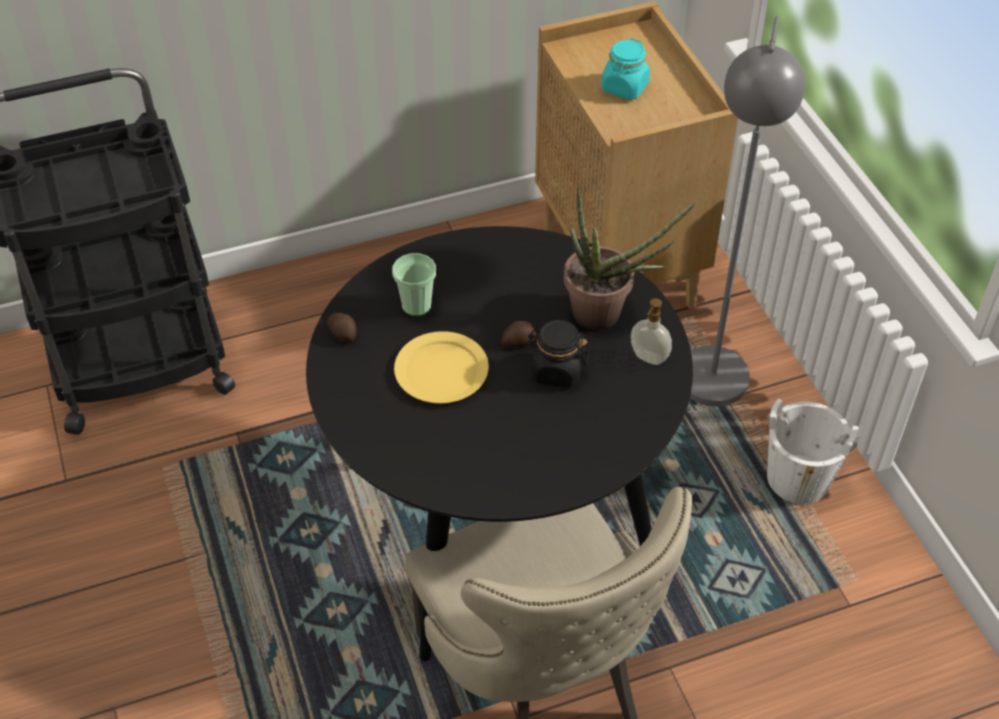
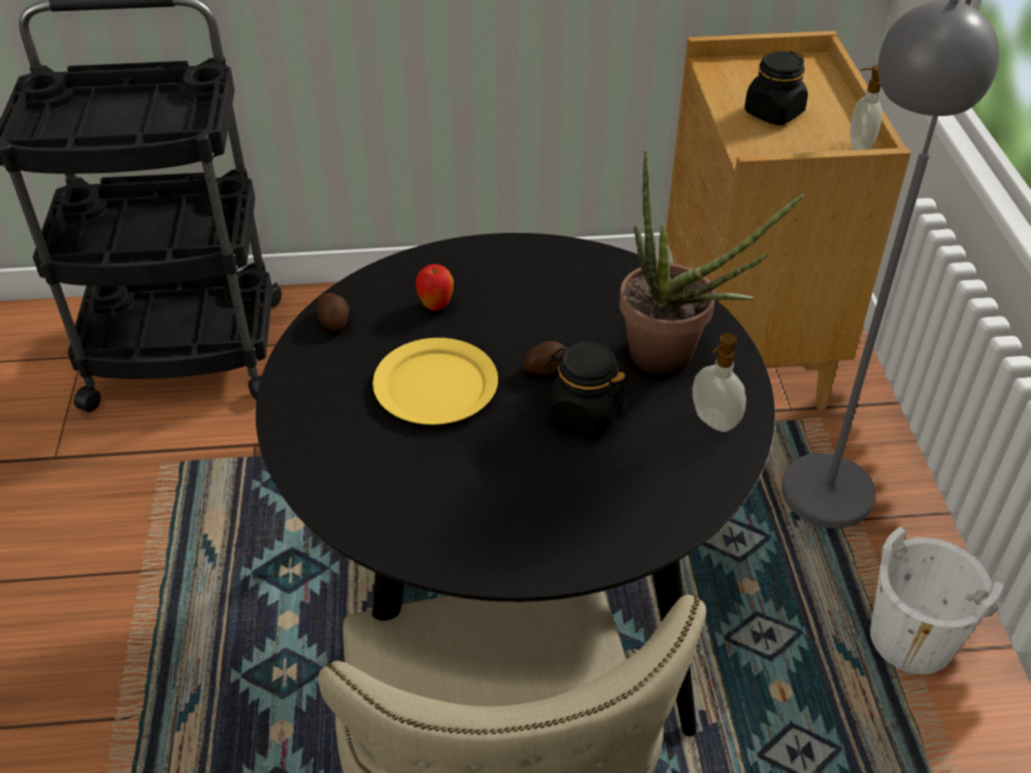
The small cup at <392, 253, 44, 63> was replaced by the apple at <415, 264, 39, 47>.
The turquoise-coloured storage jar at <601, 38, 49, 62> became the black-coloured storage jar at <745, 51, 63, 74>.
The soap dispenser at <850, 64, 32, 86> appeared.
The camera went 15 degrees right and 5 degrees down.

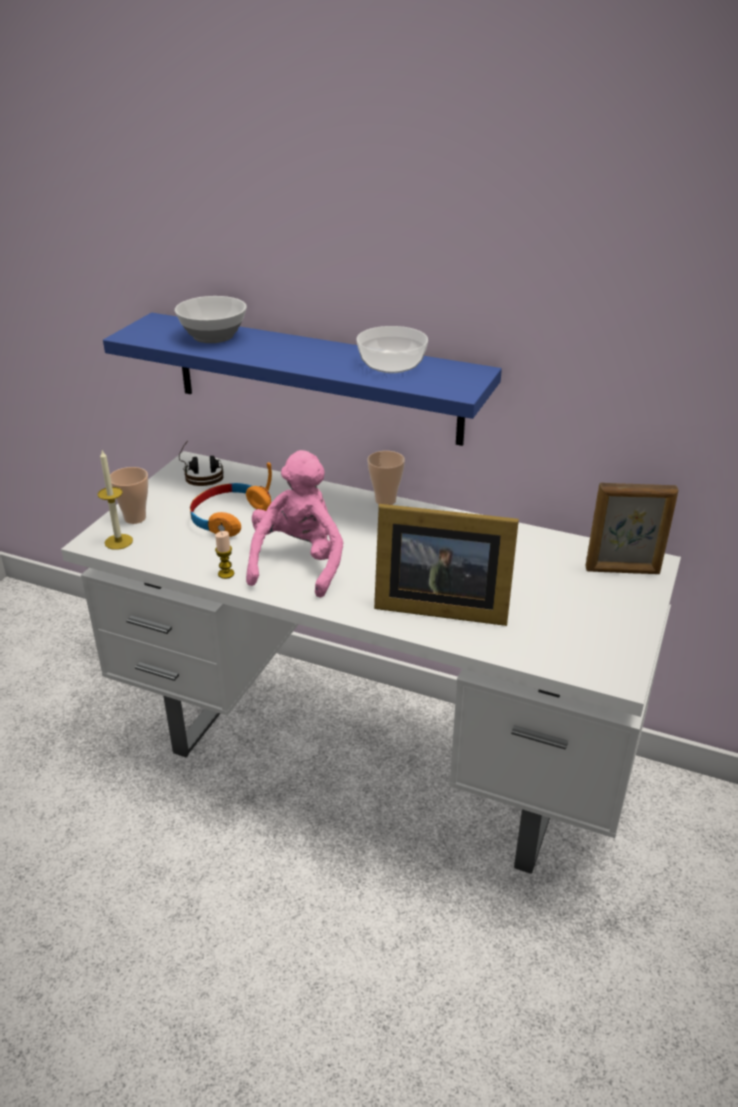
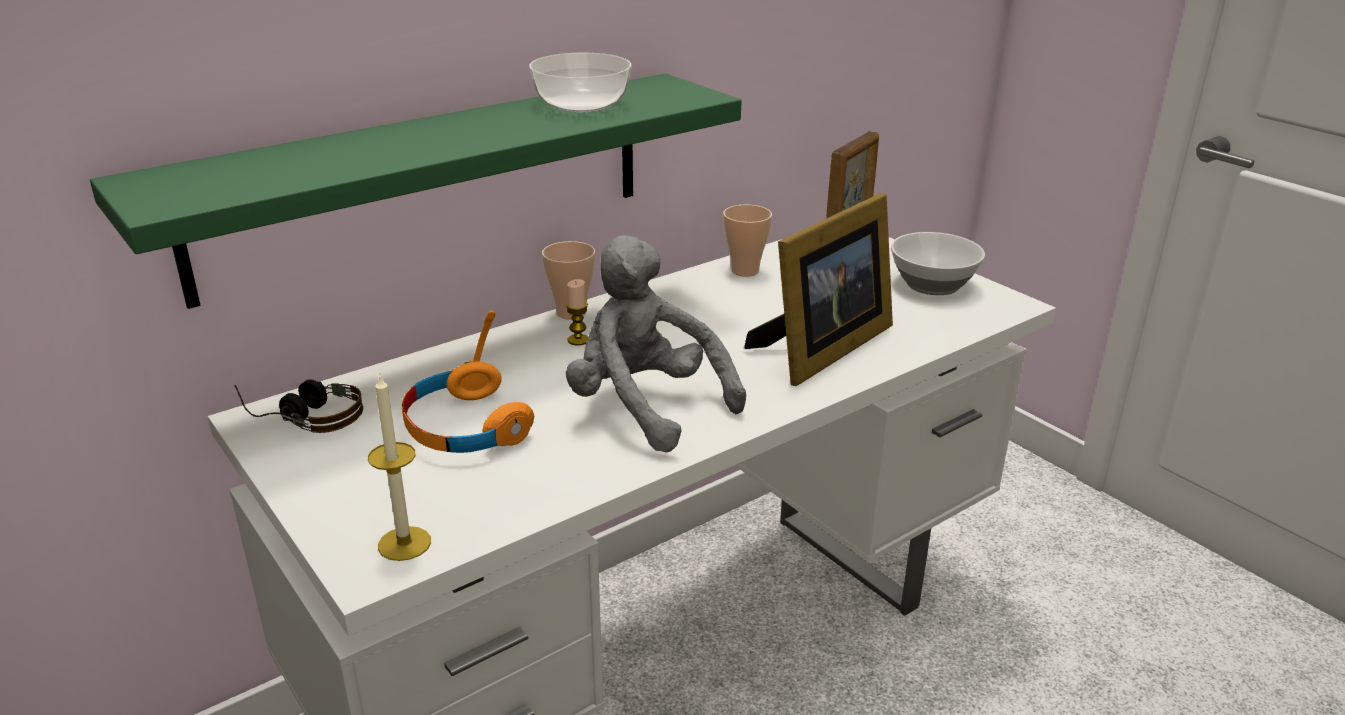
The blue shelf at <103, 313, 399, 133> became the green shelf at <90, 73, 652, 236>.
The small cup moved from <110, 467, 38, 57> to <723, 205, 49, 72>.
The deep dish moved from <175, 296, 72, 47> to <891, 232, 94, 63>.
The wax light moved from <215, 531, 19, 48> to <566, 279, 22, 67>.
The pinkish soft toy at <246, 450, 97, 148> became the grey soft toy at <566, 235, 180, 218>.
The camera went 60 degrees left and 5 degrees down.

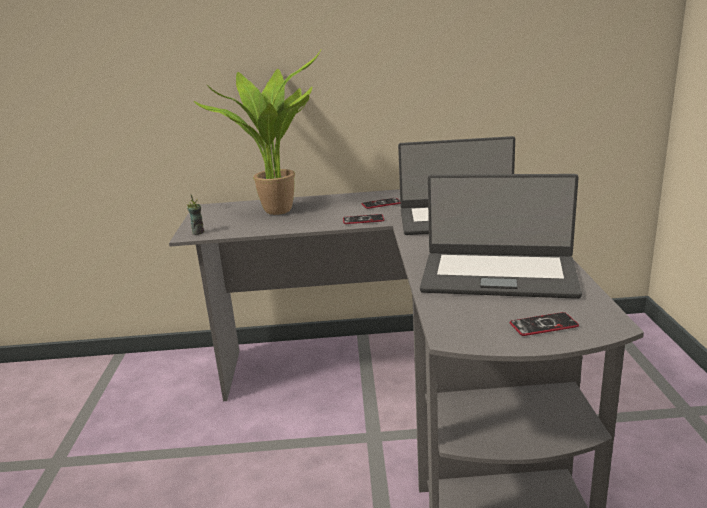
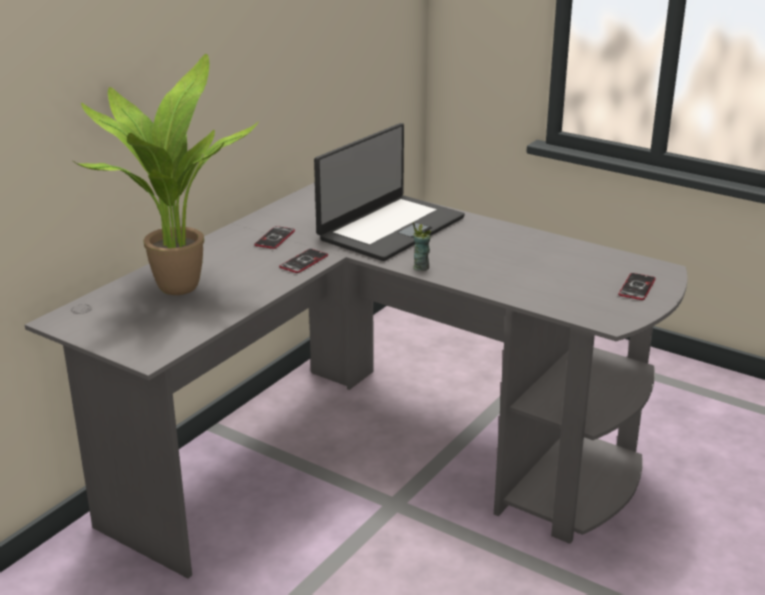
The small cup moved from <187, 195, 17, 40> to <413, 222, 18, 49>.
The laptop at <420, 174, 162, 125> disappeared.
The camera went 55 degrees left and 5 degrees up.

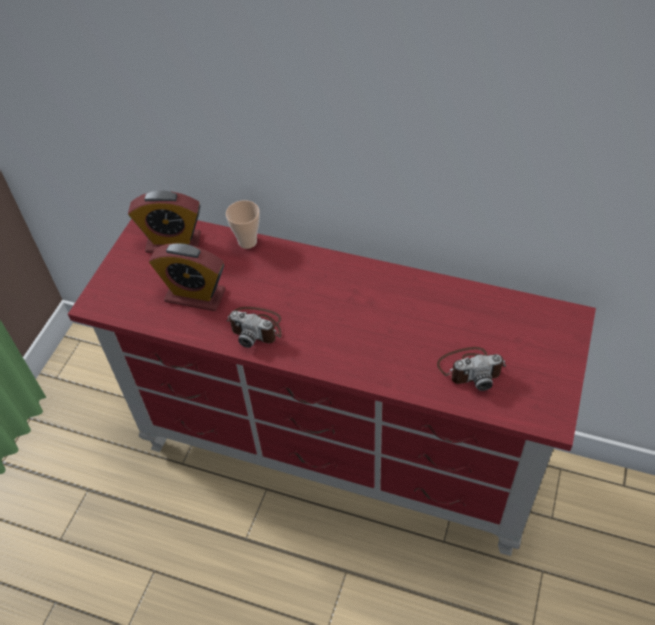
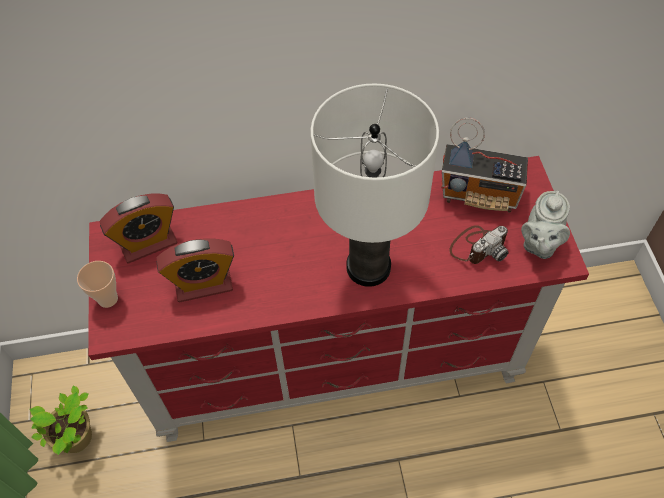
The small cup moved from <226, 200, 34, 49> to <77, 261, 41, 47>.
The still camera at <226, 307, 55, 41> disappeared.
The potted plant at <29, 386, 63, 69> appeared.
The white table lamp at <311, 84, 128, 203> appeared.
The radio receiver at <441, 118, 87, 94> appeared.
The grey pot for tea at <521, 191, 49, 68> appeared.
The camera went 30 degrees left and 5 degrees up.

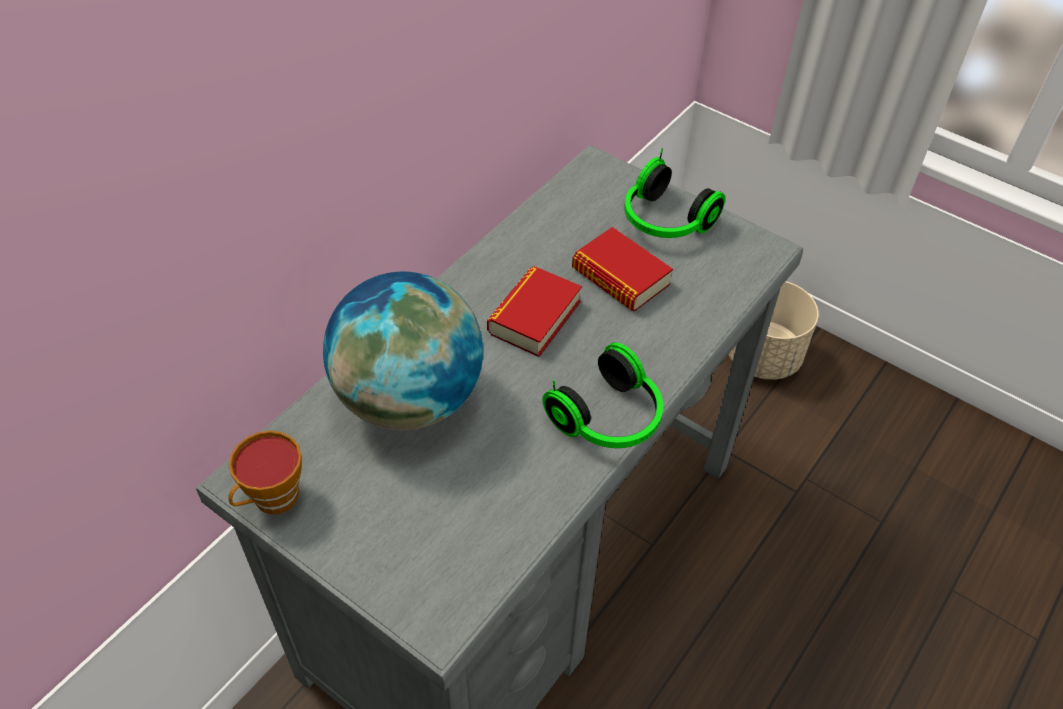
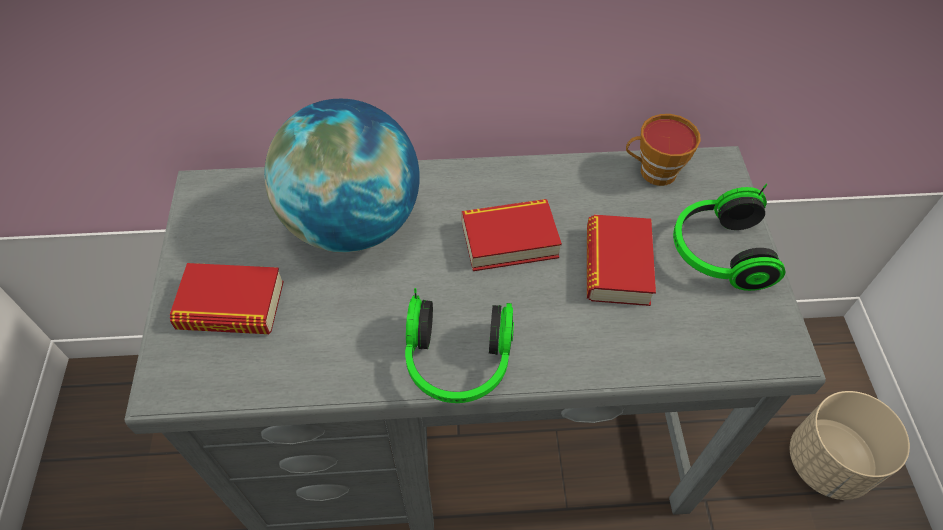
The small cup moved from <228, 430, 74, 84> to <626, 114, 75, 72>.
The volume at <170, 263, 114, 71> appeared.
The camera went 50 degrees right and 5 degrees up.

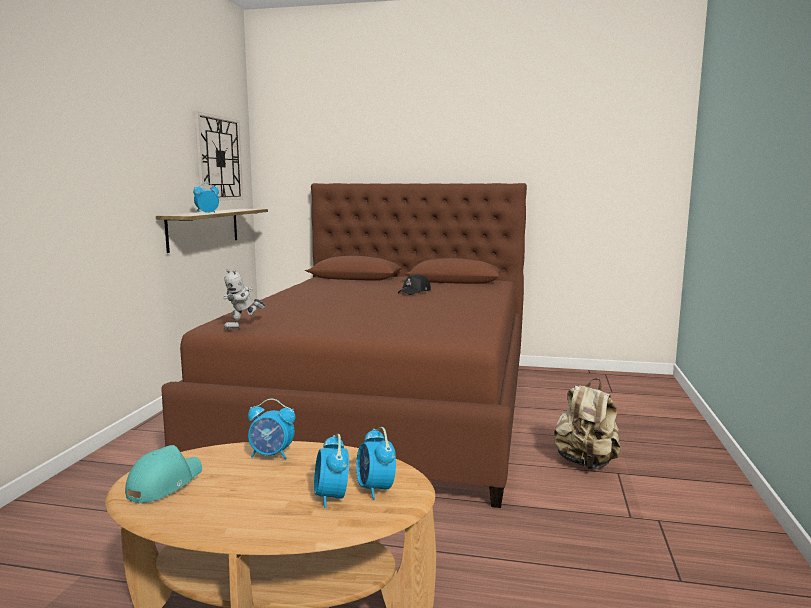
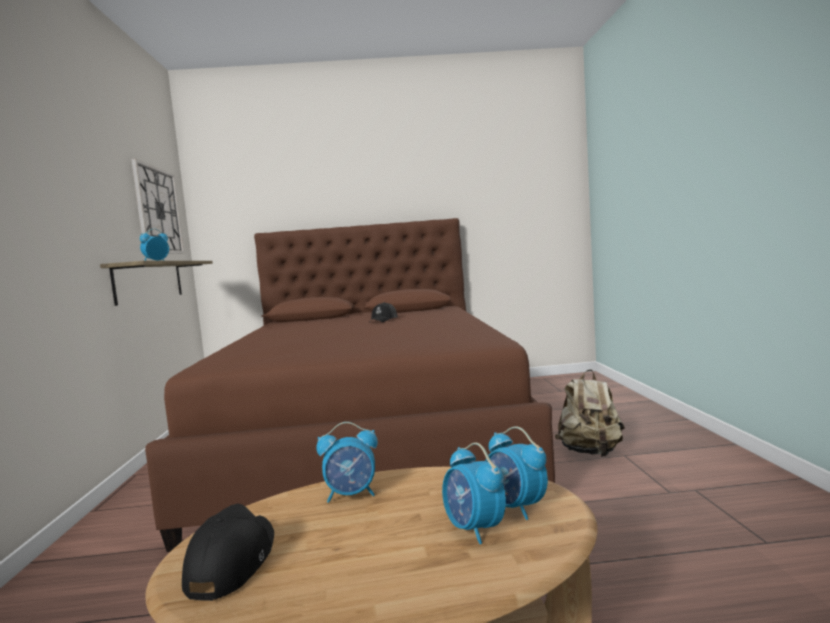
The turquoise-coloured cap at <125, 445, 77, 58> became the black-coloured cap at <182, 503, 92, 98>.
The robot figure at <223, 269, 43, 60> disappeared.
The camera went 15 degrees left and 5 degrees down.

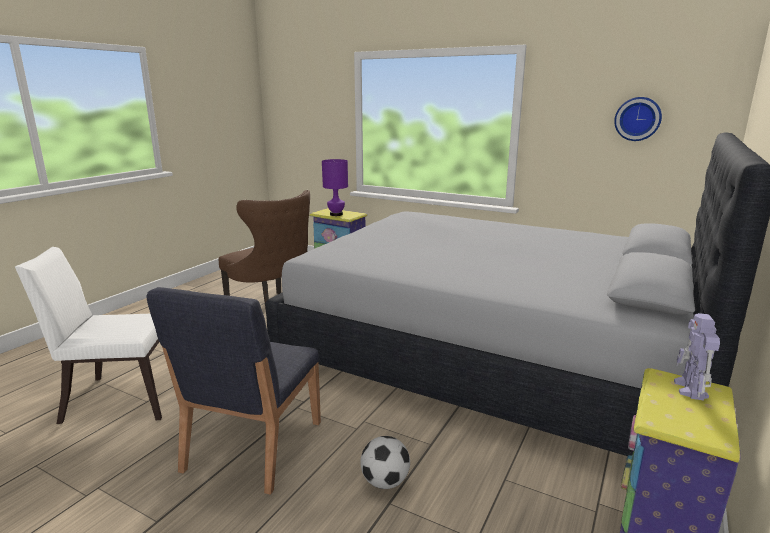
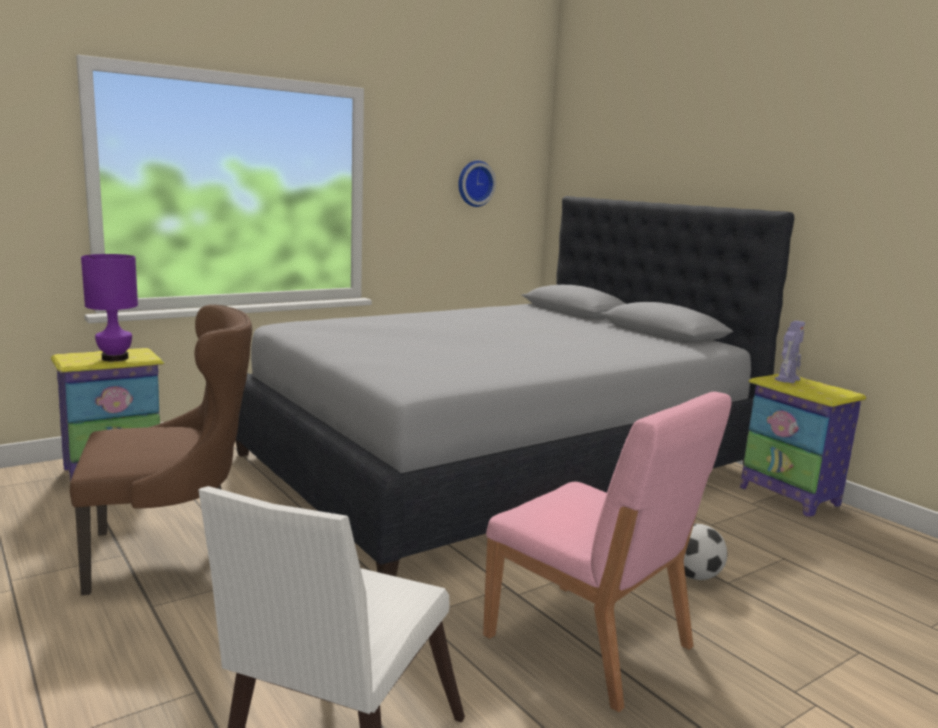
The blue plain chair at <147, 287, 174, 208> became the pinkish plain chair at <483, 392, 248, 320>.
The robot figure at <674, 313, 46, 88> turned 90 degrees counterclockwise.
The camera went 65 degrees left and 5 degrees down.

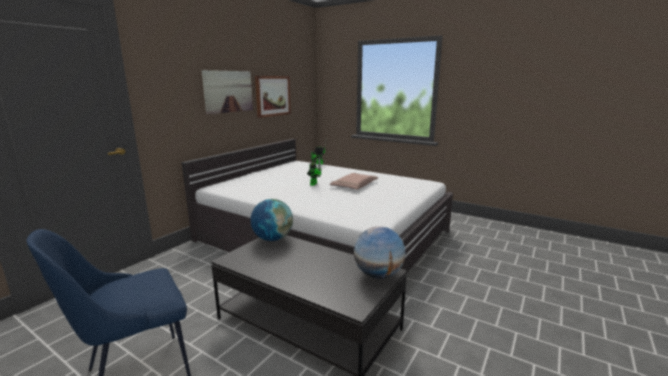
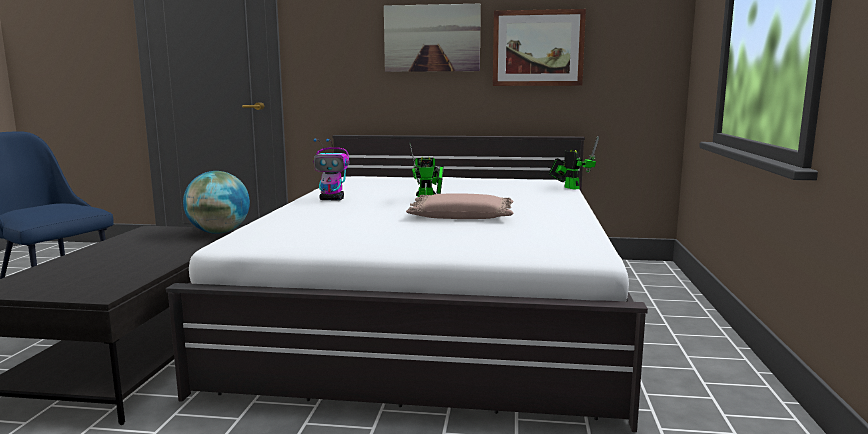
The globe at <354, 226, 52, 53> disappeared.
The robot figure at <313, 139, 37, 62> appeared.
The camera went 65 degrees right and 5 degrees down.

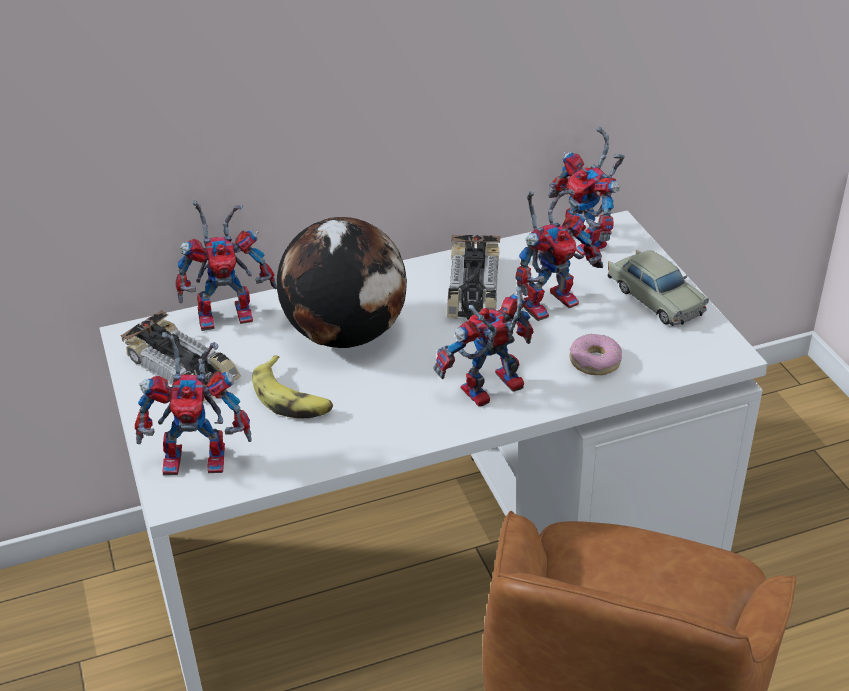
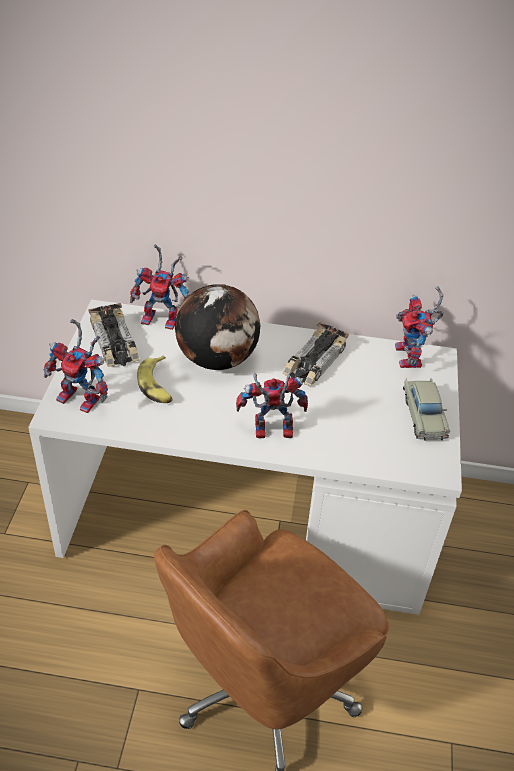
The robot figure at <515, 189, 88, 132> disappeared.
The ring doughnut at <569, 334, 53, 41> disappeared.
The camera went 25 degrees right and 5 degrees up.

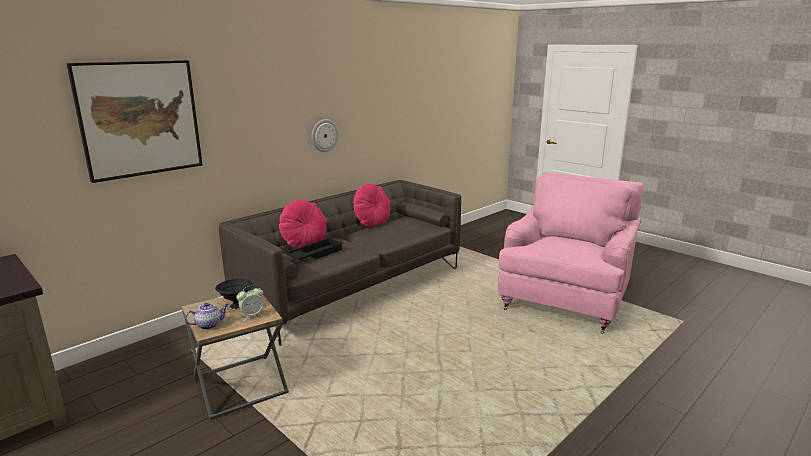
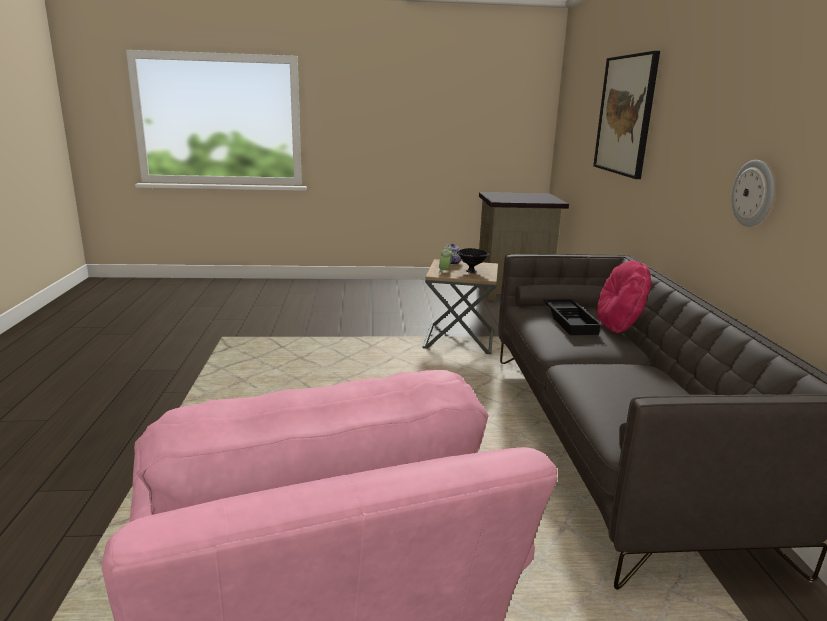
The pinkish cushion at <353, 184, 37, 43> disappeared.
The camera went 130 degrees right and 0 degrees up.

